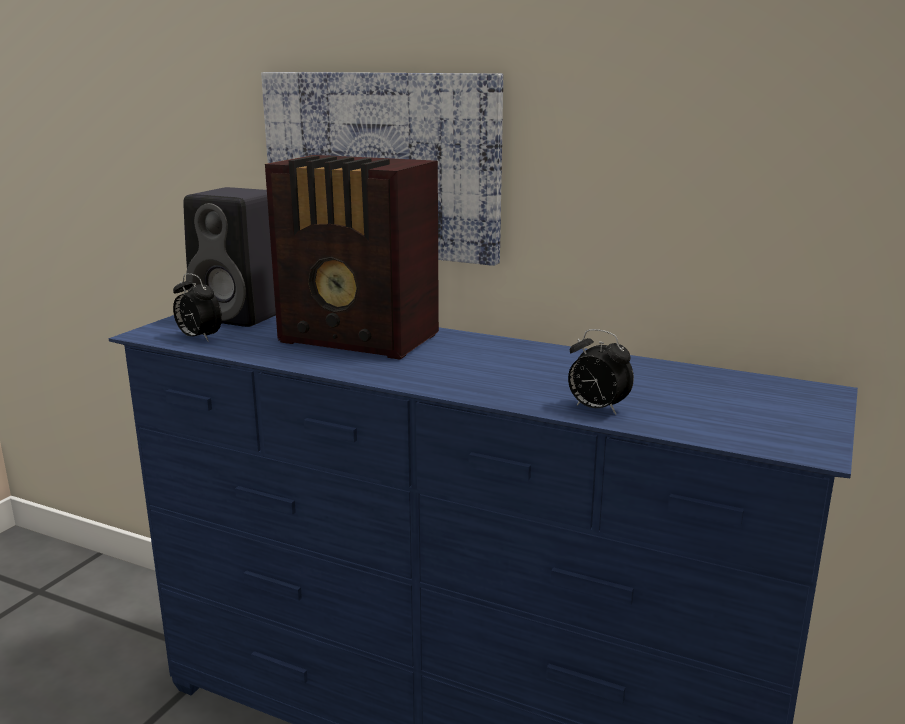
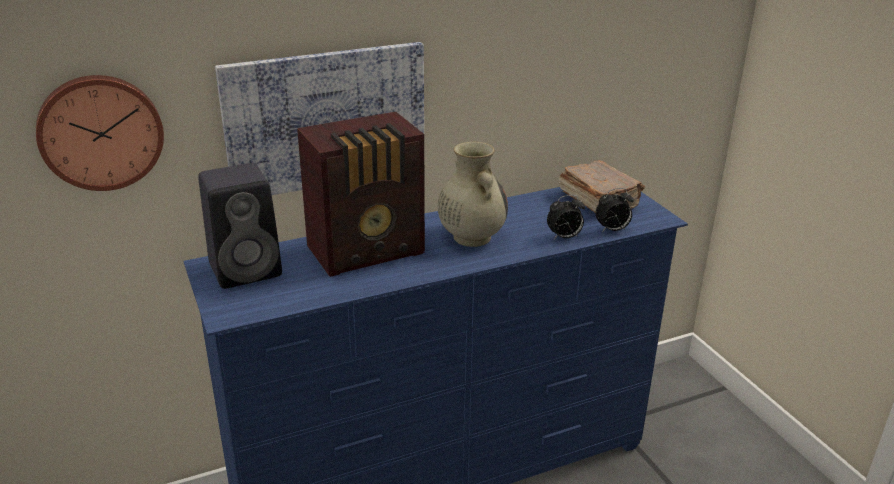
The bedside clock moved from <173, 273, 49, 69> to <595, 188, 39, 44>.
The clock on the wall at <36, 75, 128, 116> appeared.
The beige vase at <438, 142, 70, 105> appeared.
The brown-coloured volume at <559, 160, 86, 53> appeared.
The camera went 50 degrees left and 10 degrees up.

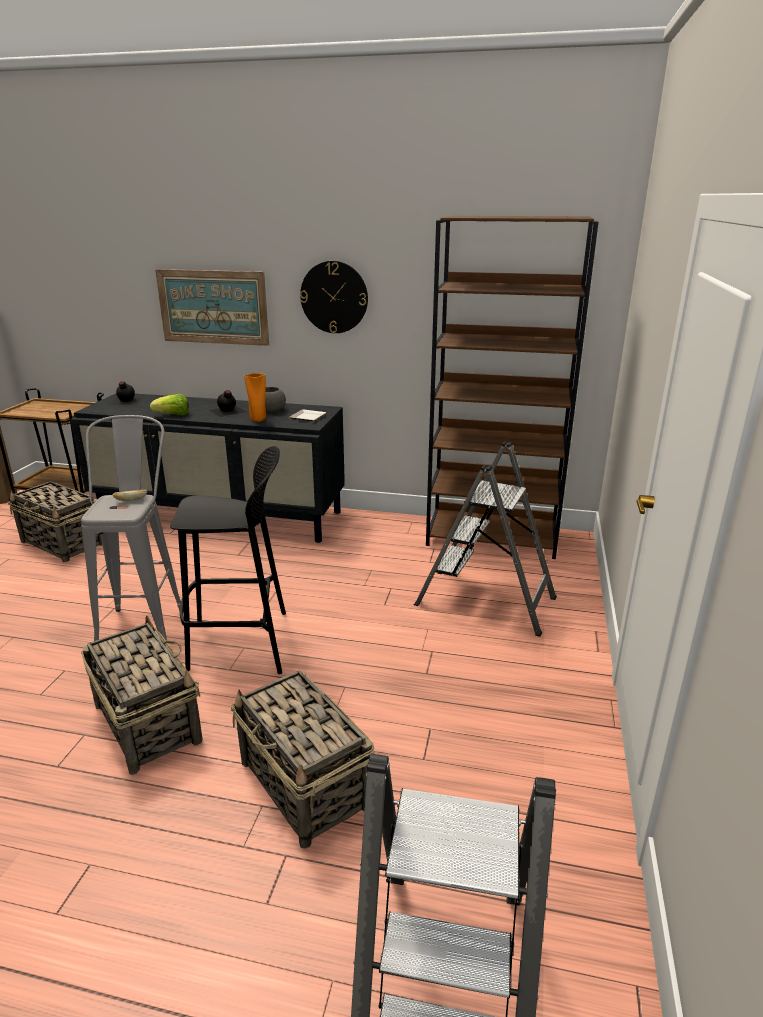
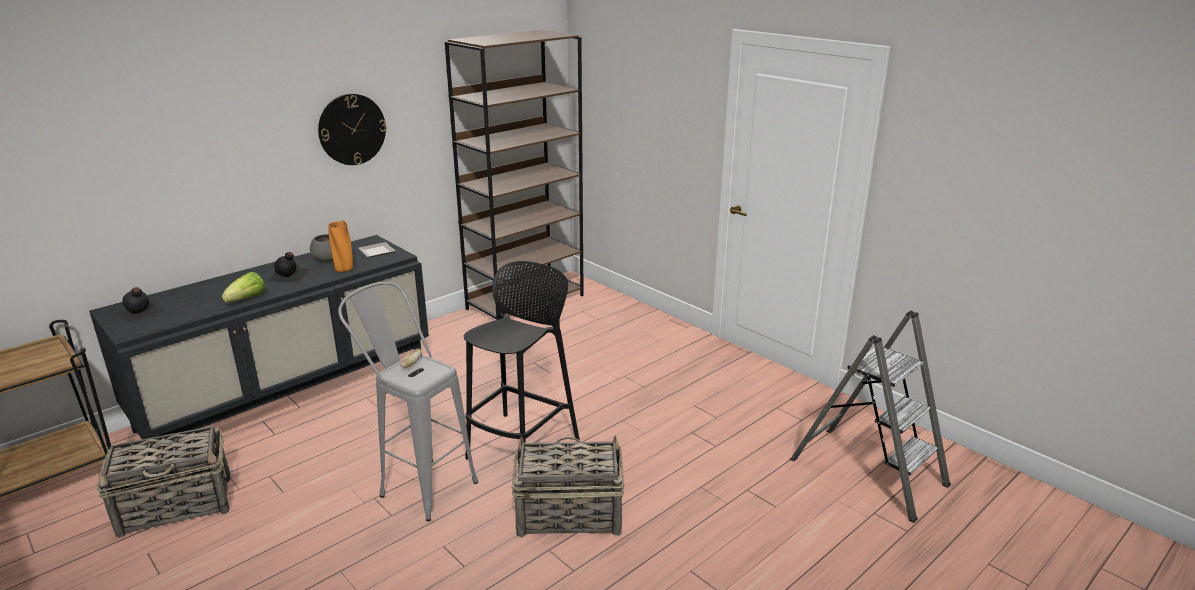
The picture at <155, 269, 114, 77> disappeared.
The storage basket at <231, 670, 143, 179> disappeared.
The grey step ladder at <414, 441, 143, 196> disappeared.
The camera went 55 degrees left and 0 degrees up.

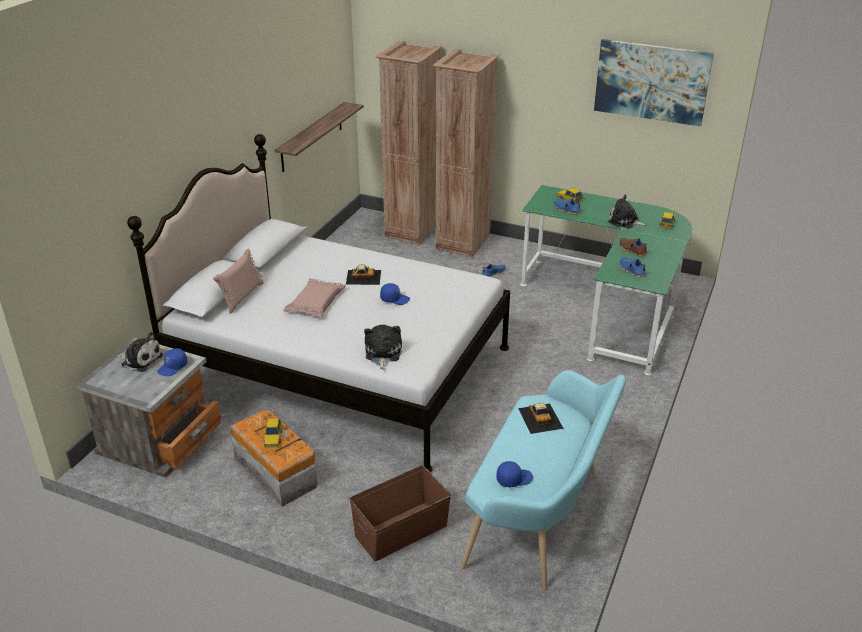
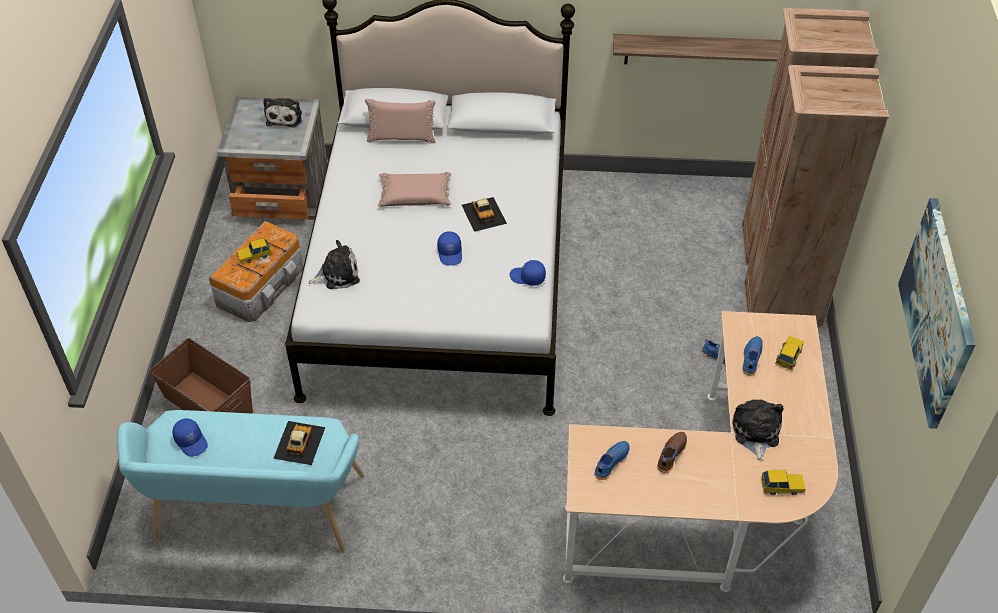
The blue cap moved from <157, 348, 31, 28> to <509, 260, 37, 26>.
The toy car at <518, 403, 46, 31> turned 135 degrees clockwise.
The green desk table at <520, 185, 173, 190> became the beige desk table at <563, 311, 275, 281>.
The camera went 70 degrees right and 15 degrees up.

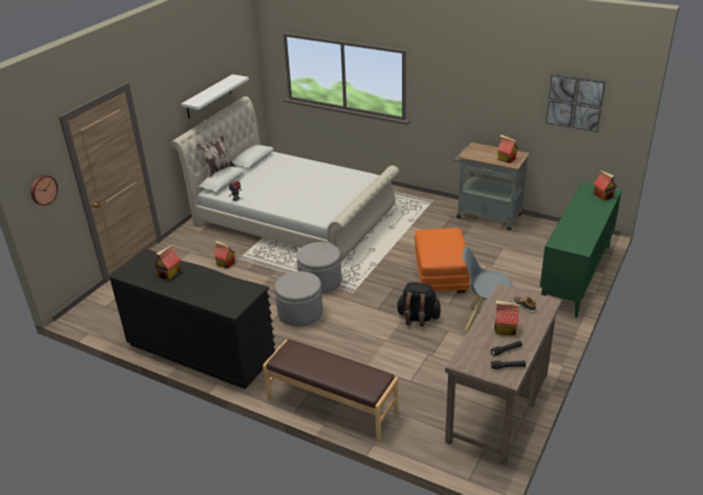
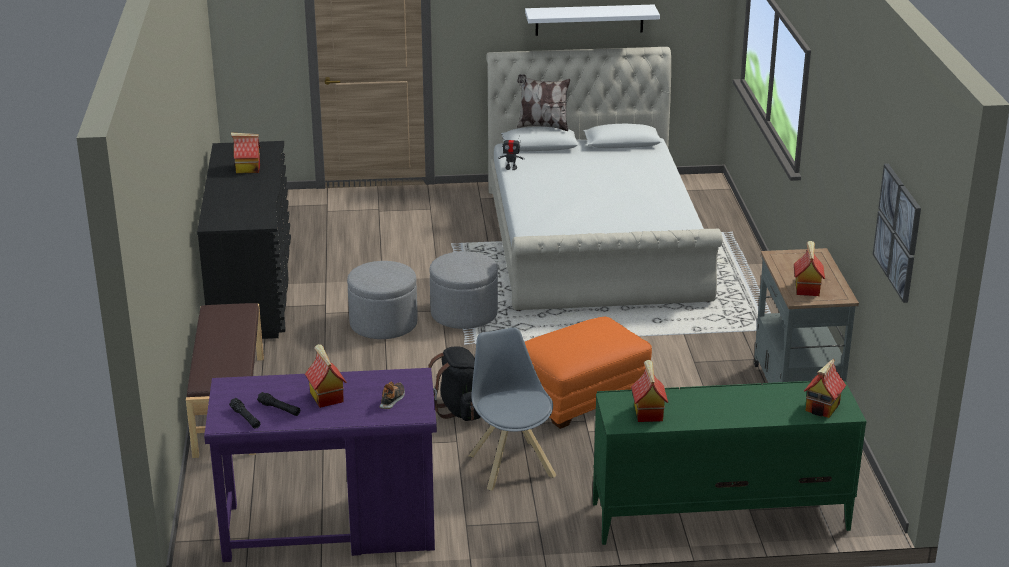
The clock on the wall at <31, 175, 27, 31> disappeared.
The miniature house moved from <214, 241, 21, 28> to <631, 360, 37, 62>.
The brown-coloured desk table at <445, 284, 117, 181> became the purple-coloured desk table at <204, 368, 233, 194>.
The camera went 55 degrees right and 5 degrees down.

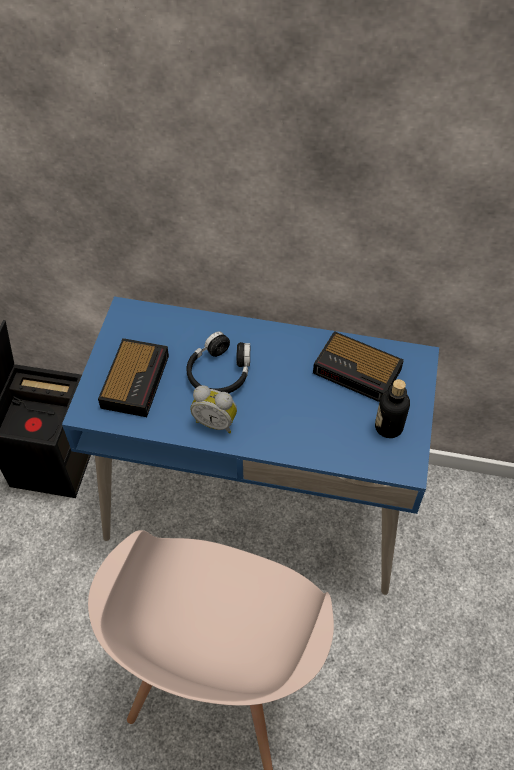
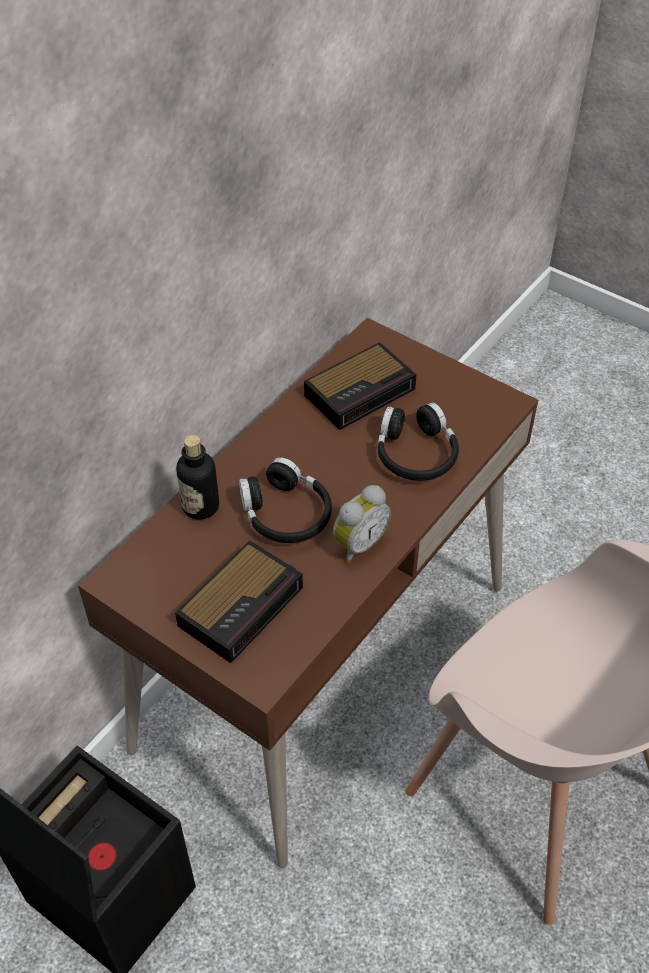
The blue desk table at <62, 297, 377, 298> became the brown-coloured desk table at <78, 318, 460, 550>.
The bedside clock at <98, 338, 71, 79> turned 90 degrees clockwise.
The bottle moved from <375, 379, 35, 59> to <176, 435, 43, 85>.
The black-coloured headphones at <378, 403, 81, 78> appeared.
The camera went 65 degrees left and 5 degrees down.

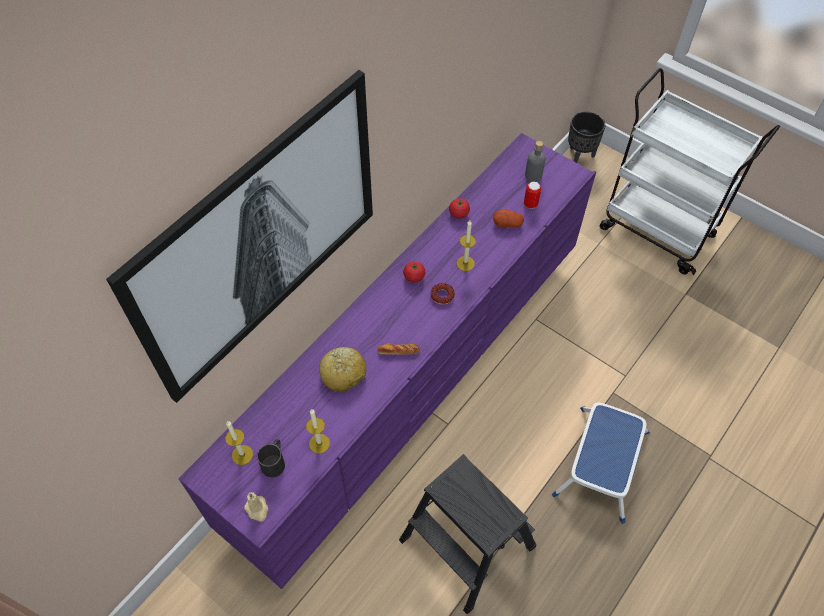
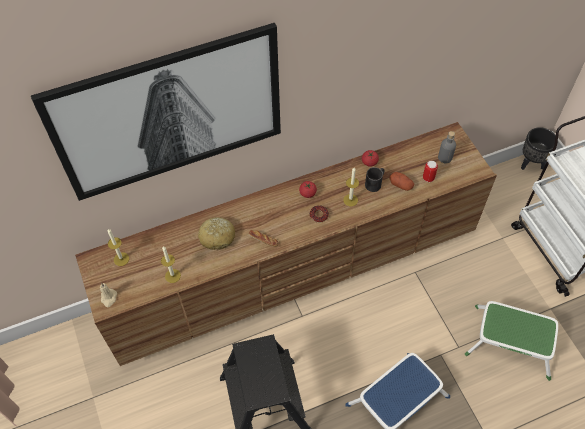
The purple-coloured cupboard at <178, 133, 418, 456> became the brown-coloured cupboard at <75, 122, 422, 244>.
The black-coloured mug moved from <257, 439, 28, 38> to <365, 167, 20, 25>.
The green step ladder at <465, 301, 93, 80> appeared.
The camera went 30 degrees right and 0 degrees up.

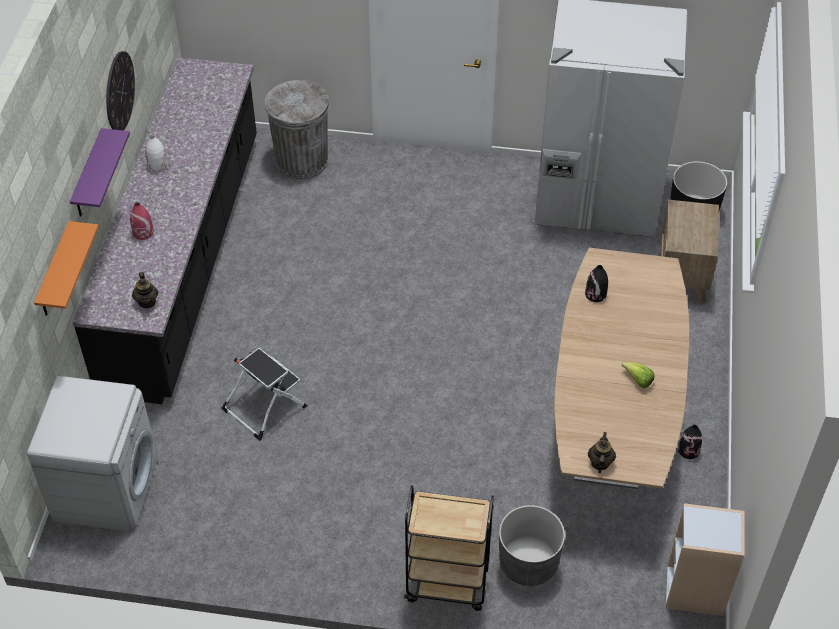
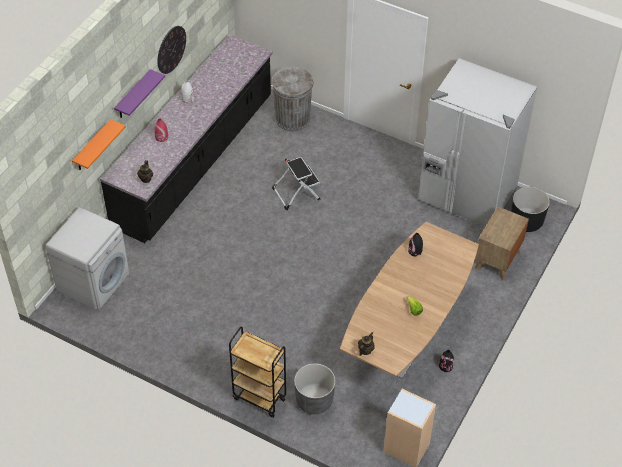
The step ladder moved from <221, 348, 87, 93> to <272, 157, 49, 53>.
The camera went 20 degrees right and 0 degrees up.

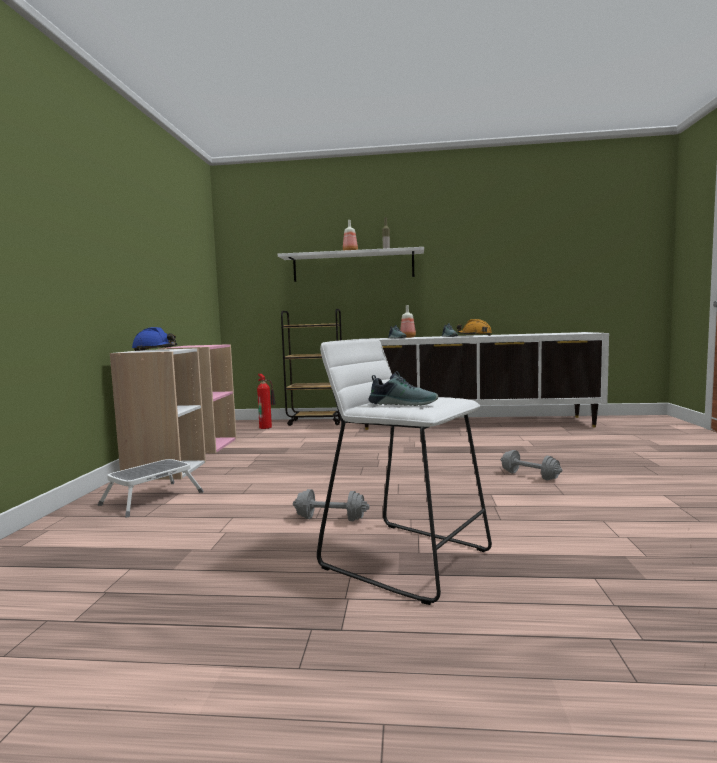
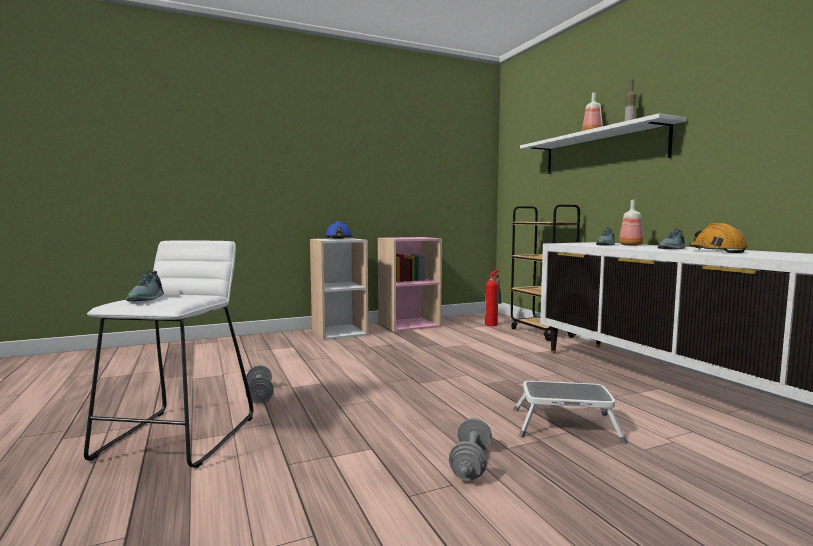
The grey step ladder moved from <97, 459, 107, 59> to <513, 381, 114, 63>.
The camera went 60 degrees right and 0 degrees up.

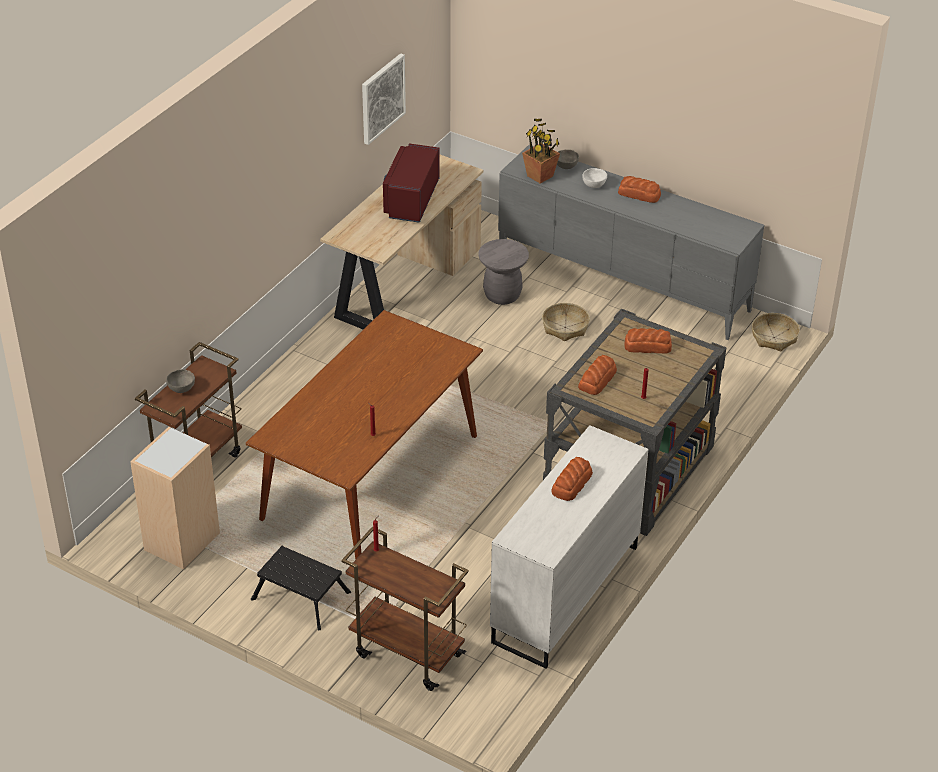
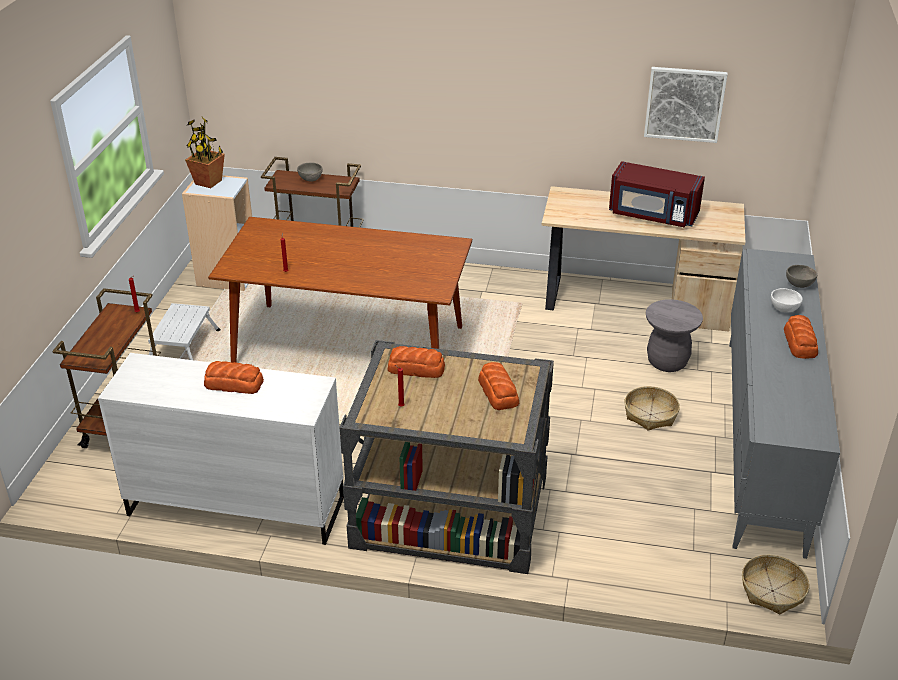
The black-coloured step ladder at <251, 546, 100, 85> became the white step ladder at <148, 303, 73, 57>.
The reddish microwave at <383, 143, 57, 80> turned 150 degrees counterclockwise.
The potted plant moved from <522, 119, 38, 65> to <185, 117, 40, 71>.
The camera went 70 degrees right and 5 degrees down.

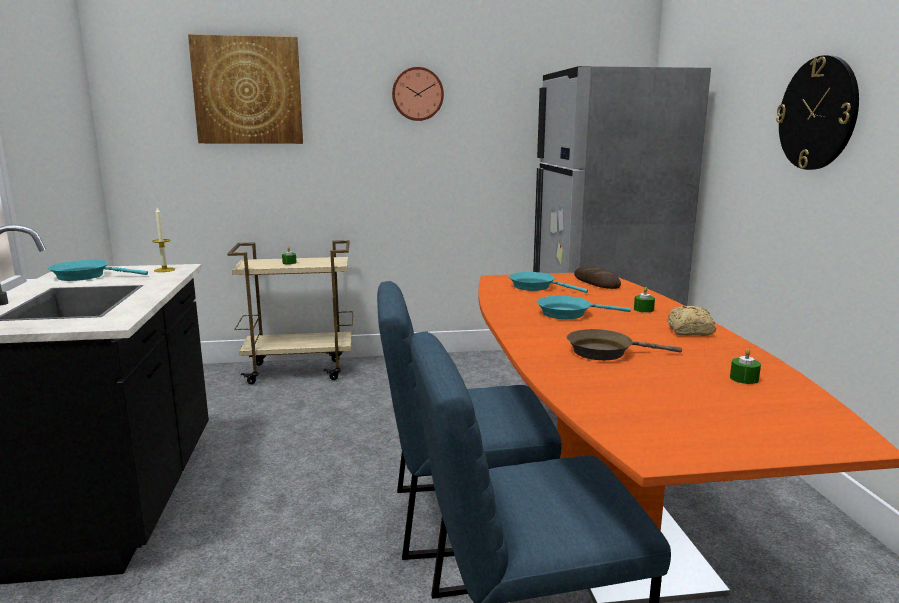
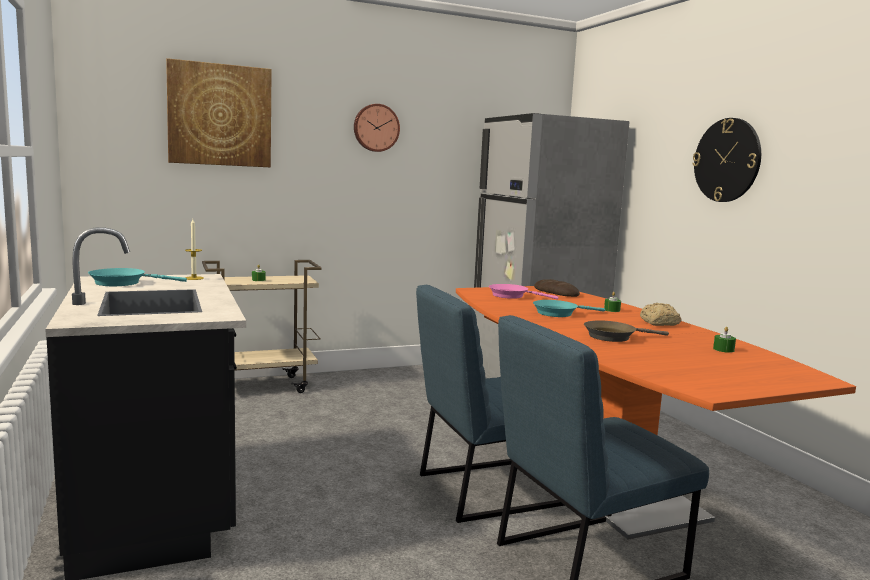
The turquoise-coloured pan at <509, 272, 79, 21> became the pinkish pan at <489, 284, 69, 15>.
The camera went 15 degrees left and 5 degrees down.

